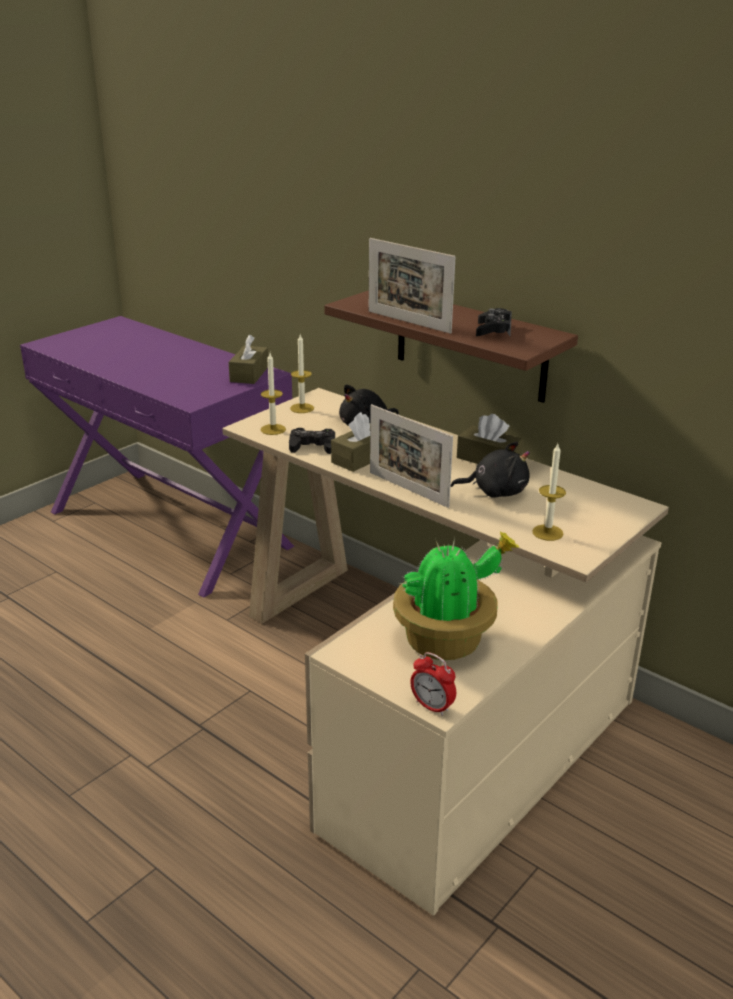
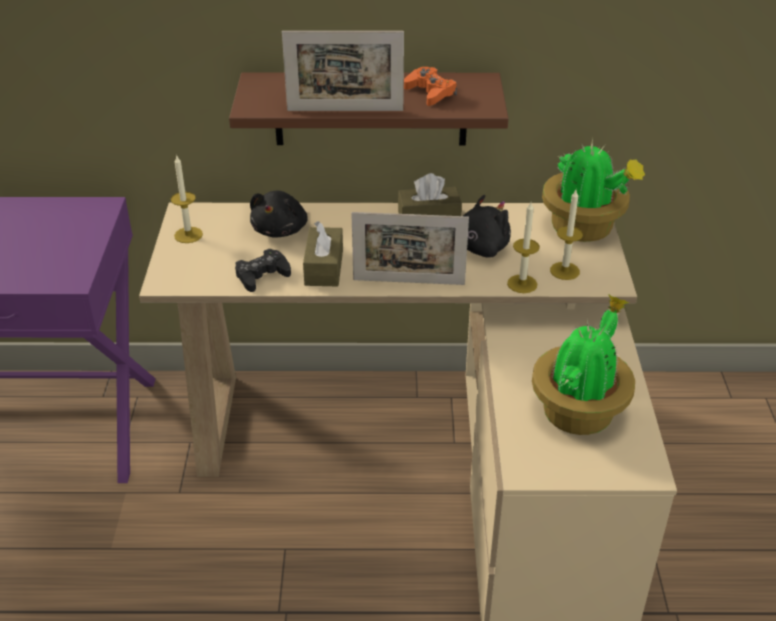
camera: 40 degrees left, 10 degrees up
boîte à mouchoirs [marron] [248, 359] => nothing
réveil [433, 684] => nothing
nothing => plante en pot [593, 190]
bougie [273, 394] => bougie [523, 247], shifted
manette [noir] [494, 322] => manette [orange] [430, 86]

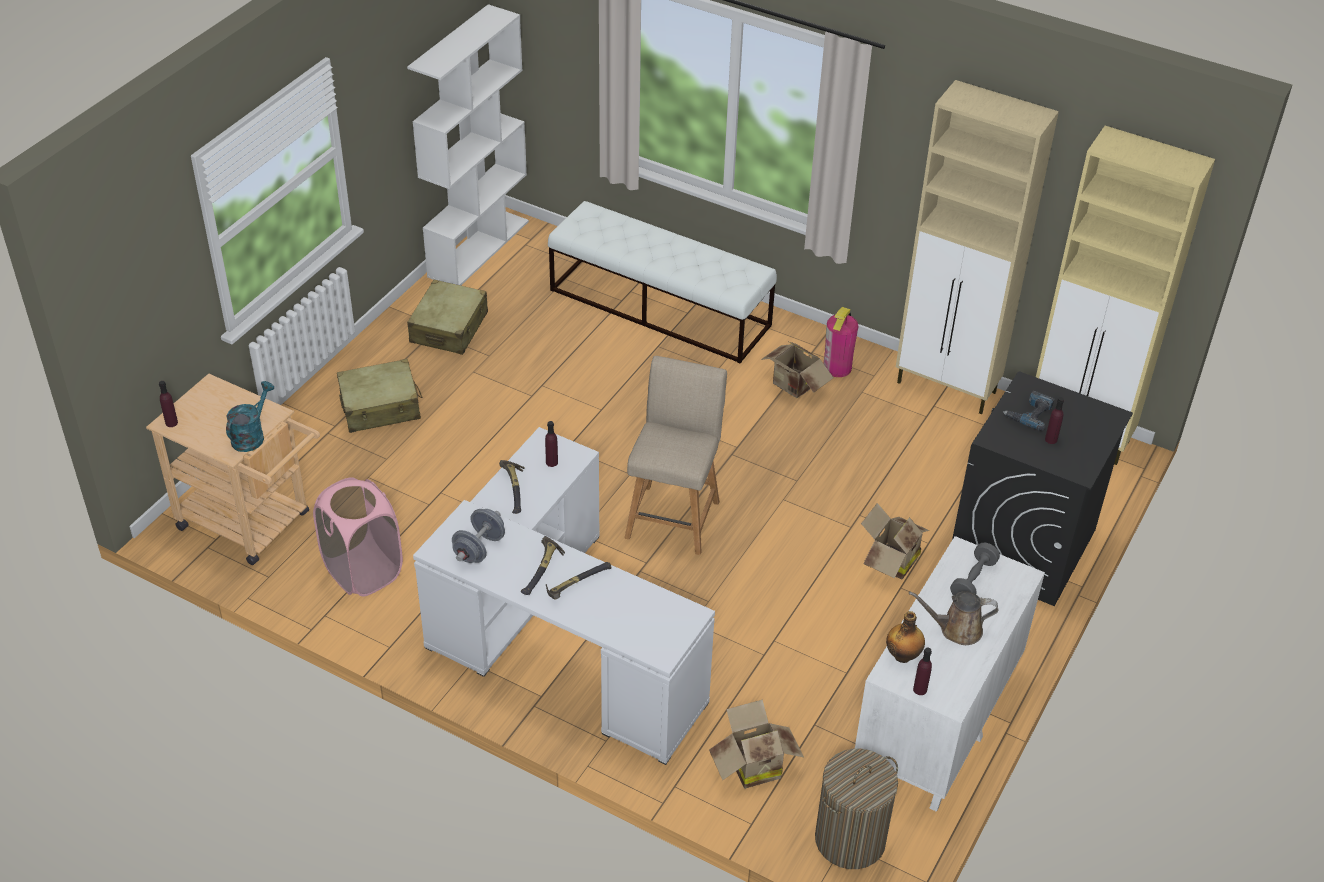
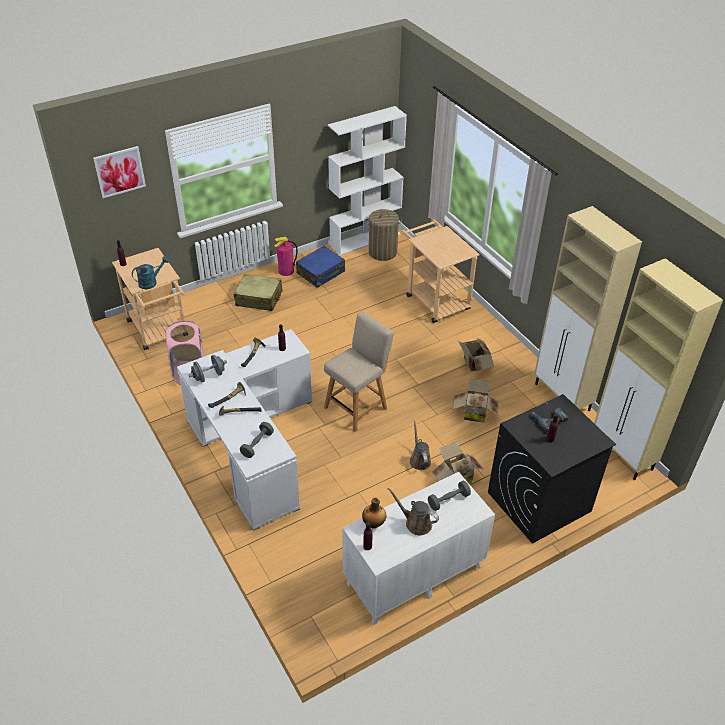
camera: 30 degrees right, 0 degrees up
nothing => tableau [119, 172]
nothing => haltère [gris] [257, 440]
nothing => arrosoir [marron] [420, 445]
carton [756, 744] => carton [476, 401], shifted
panier à linge [856, 809] => panier à linge [384, 235], shifted
extincteur [841, 342] => extincteur [286, 256], shifted
banc [blanc] [662, 282] => chariot [beige] [441, 271]
valise [beige] [447, 317] => valise [bleu] [320, 267]

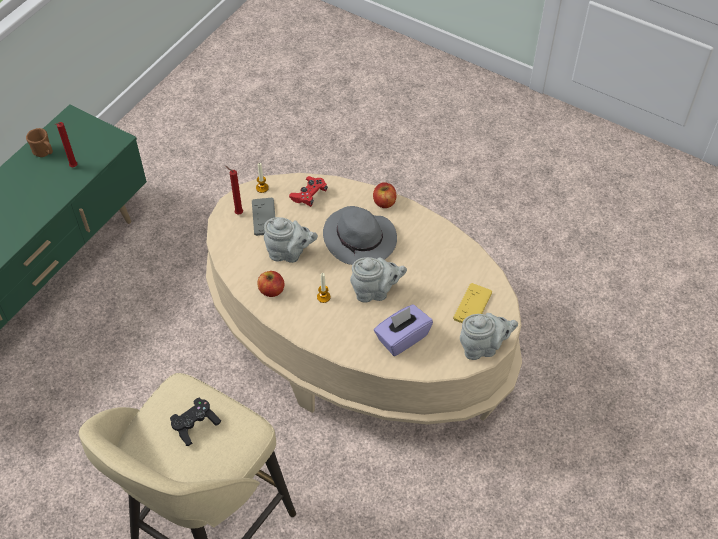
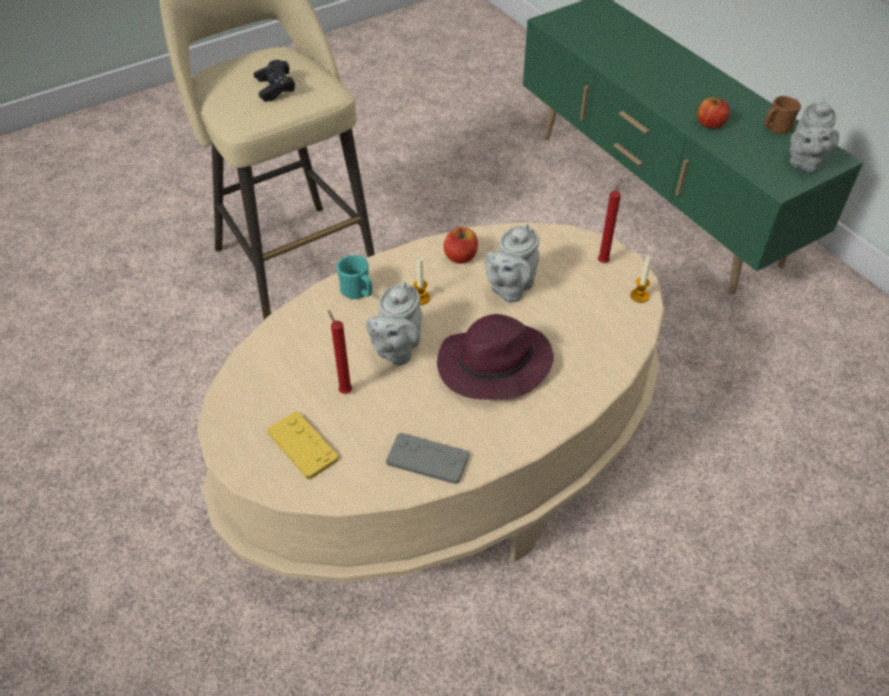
camera: 115 degrees right, 5 degrees down
manette [rouge] [308, 191] => nothing
boîte à mouchoirs [violet] [403, 330] => nothing
nothing => mug [turquoise] [354, 277]
bougie [rouge] [65, 144] => bougie [rouge] [340, 352], shifted
manette [gris] [263, 217] => manette [gris] [427, 458], shifted
pomme [384, 195] => pomme [713, 113], shifted
théière [gris] [489, 336] => théière [gris] [814, 135], shifted
chapeau [gris] [360, 235] => chapeau [violet] [495, 357]

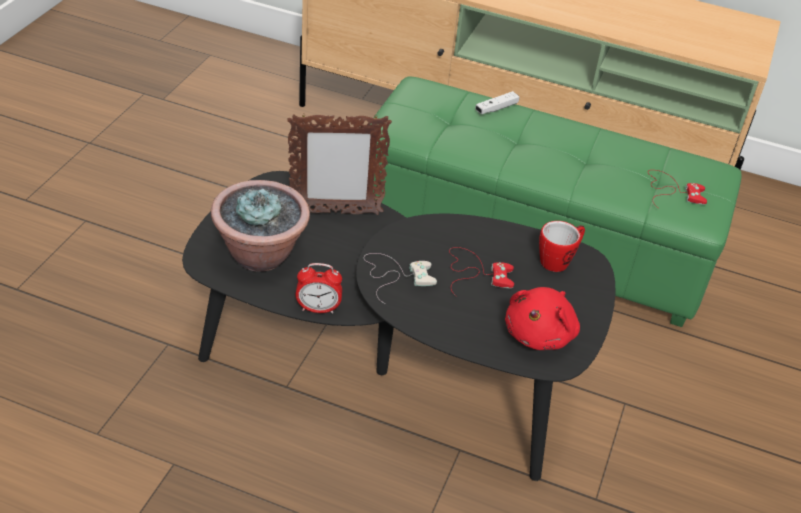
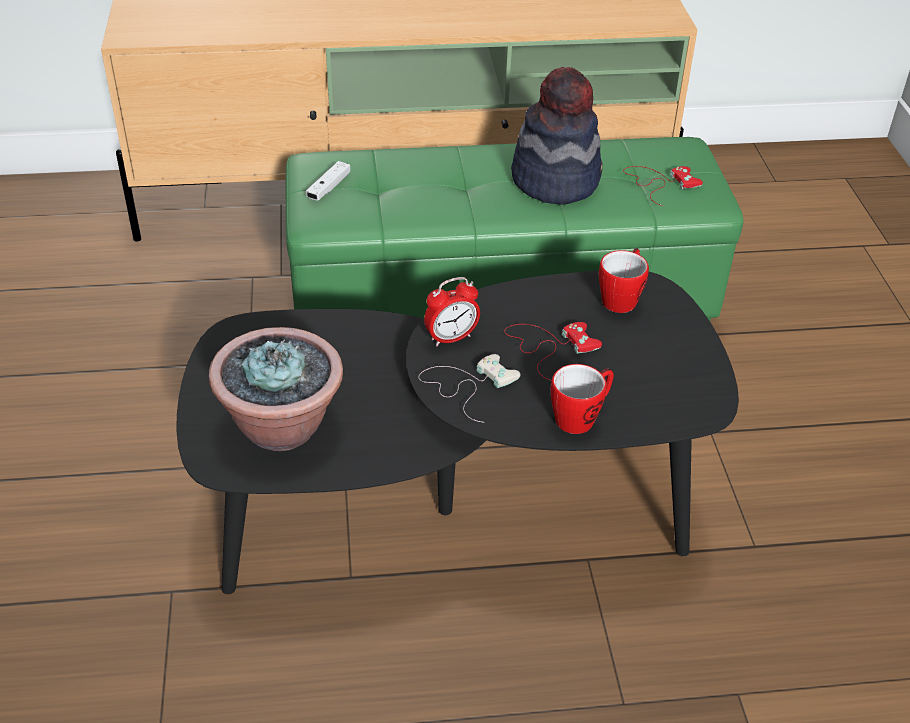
camera: 25 degrees left, 0 degrees up
cadre photo [339, 164] => nothing
peluche [rouge] [542, 318] => nothing
nothing => chapeau [557, 136]
nothing => mug [582, 399]
réveil [319, 288] => réveil [452, 311], shifted
manette [blanc] [497, 102] => manette [blanc] [328, 181], shifted

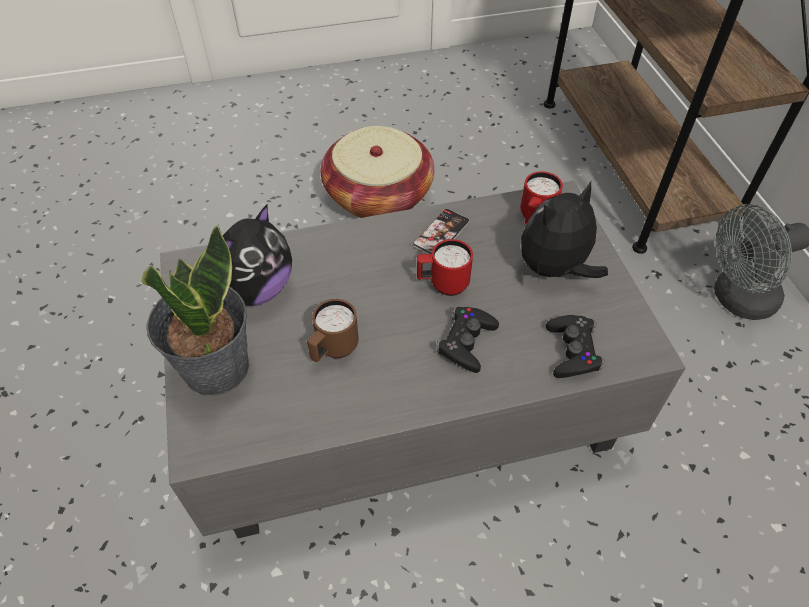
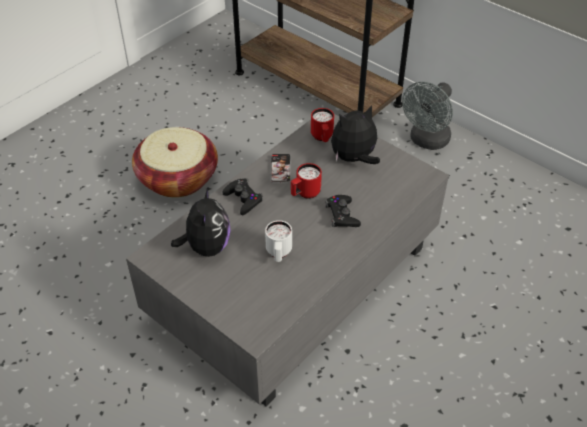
camera: 35 degrees left, 5 degrees down
plante en pot [195, 310] => nothing
manette [noir] [575, 346] => manette [noir] [242, 196], shifted
mug [marron] [333, 330] => mug [blanc] [278, 241]
peluche [564, 229] => peluche [355, 134], 45 degrees clockwise

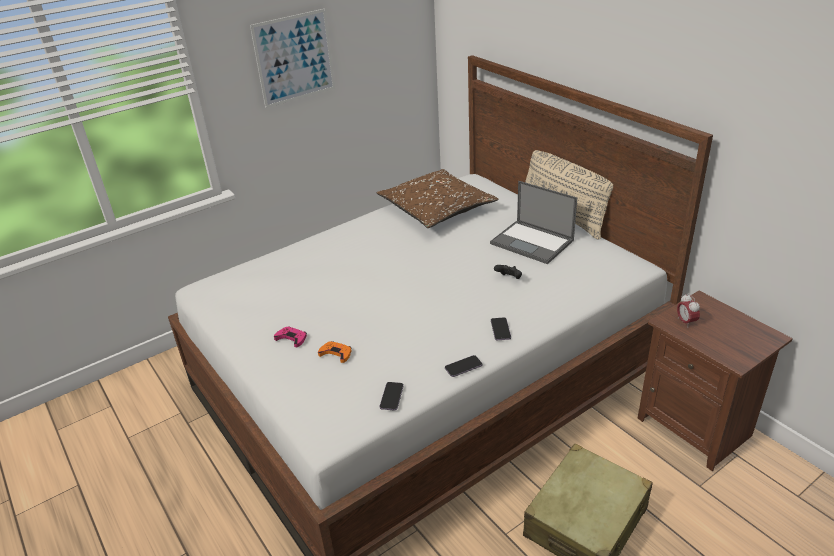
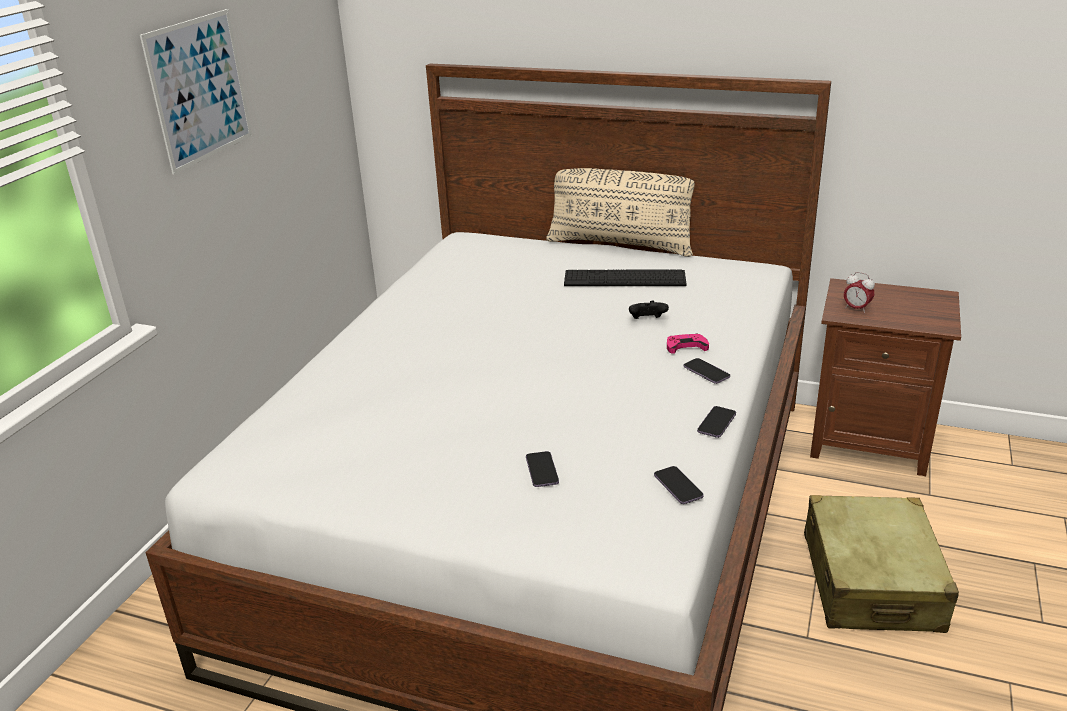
camera: 35 degrees left, 5 degrees down
coussin [marron] [438, 198] => nothing
manette [rose] [290, 337] => manette [rose] [688, 344], shifted
manette [orange] [335, 352] => téléphone [542, 469]
ordinateur portable [534, 222] => clavier [625, 277]

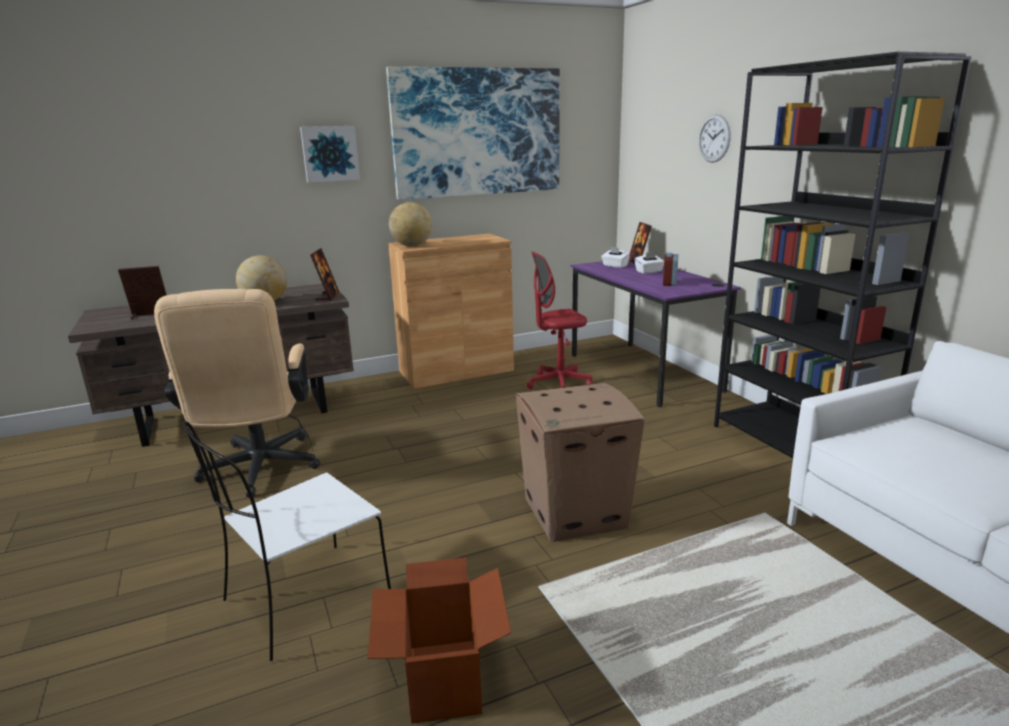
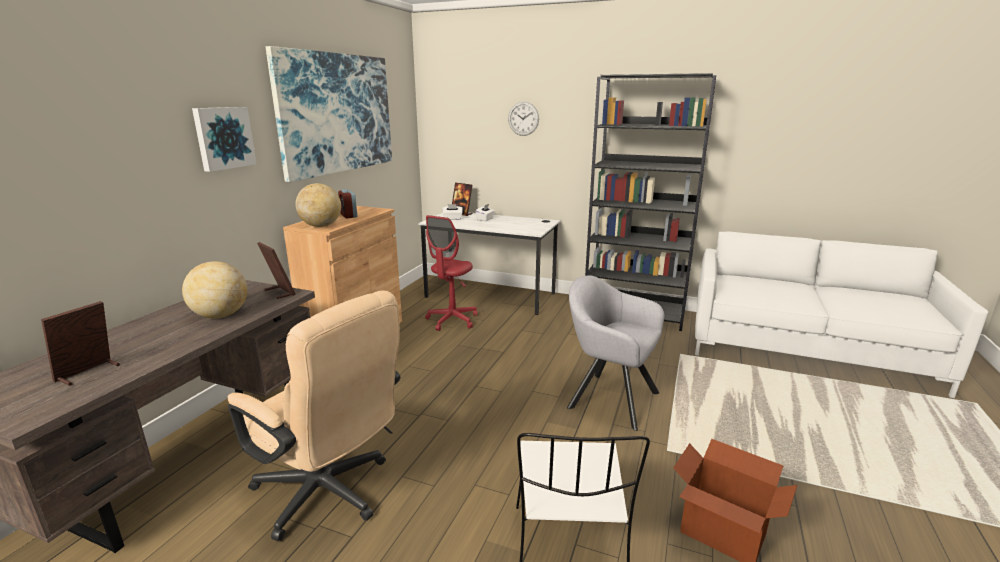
camera: 45 degrees left, 0 degrees up
réveil [670, 269] => réveil [347, 203], shifted
carton [580, 462] => fauteuil [gris] [615, 353]
bureau [violet] [655, 334] => bureau [blanc] [489, 263]

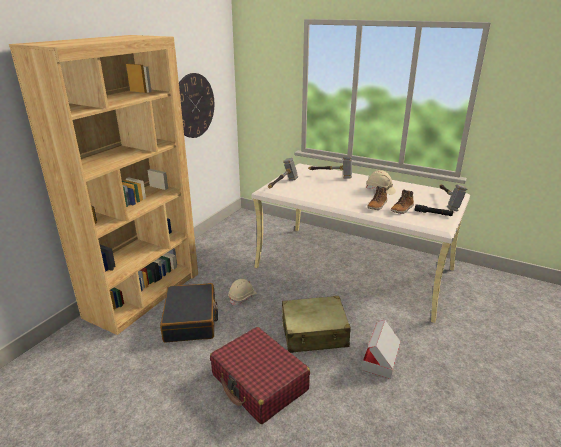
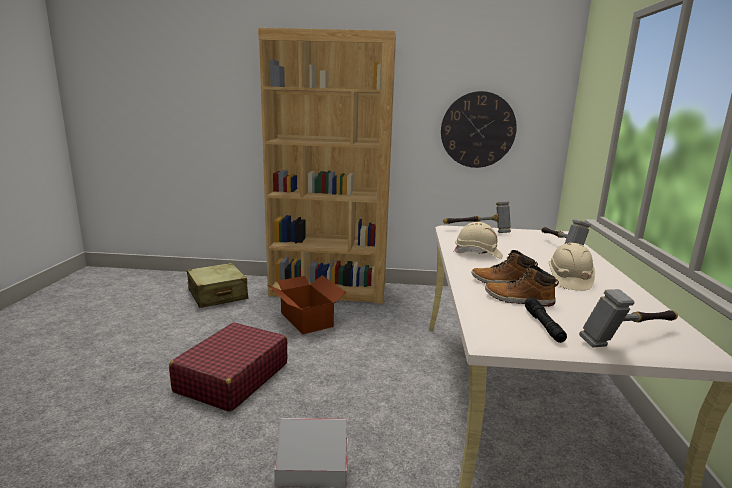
camera: 65 degrees right, 10 degrees down
casque de chantier [beige] [242, 292] => casque de chantier [beige] [478, 240], shifted
valise [beige] [316, 324] => valise [beige] [217, 285], shifted
valise [noir] [189, 312] => carton [307, 305]

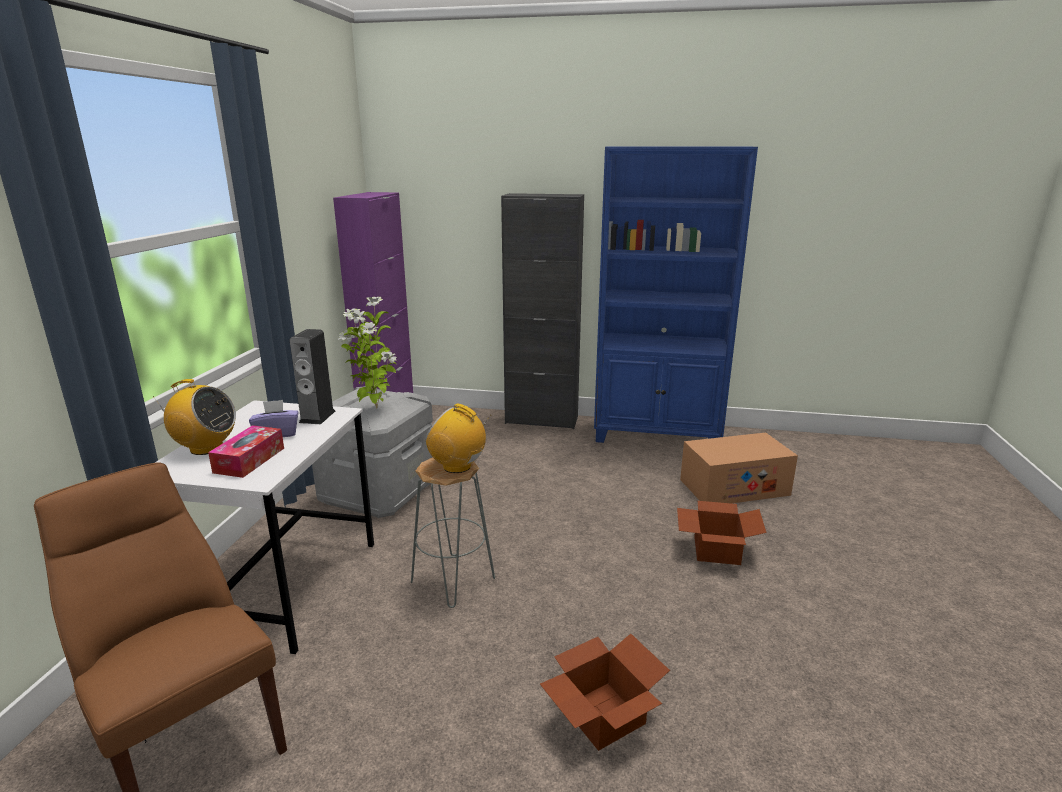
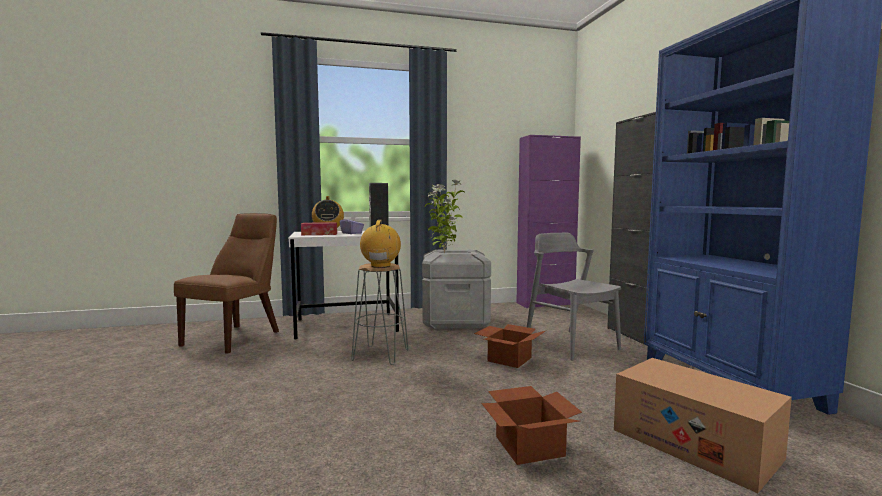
camera: 65 degrees right, 15 degrees down
nothing => chaise [gris] [574, 297]
carton [605, 692] => carton [509, 346], shifted

